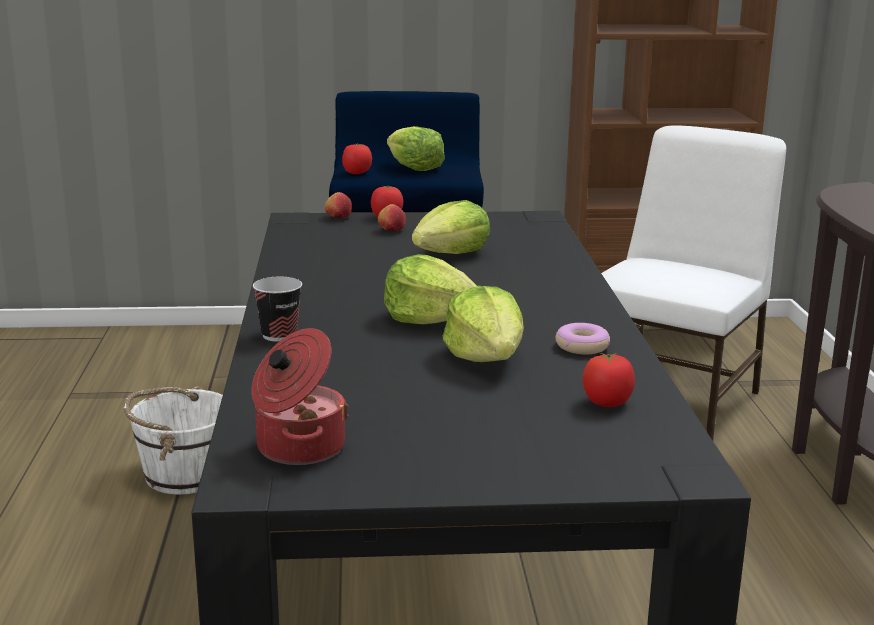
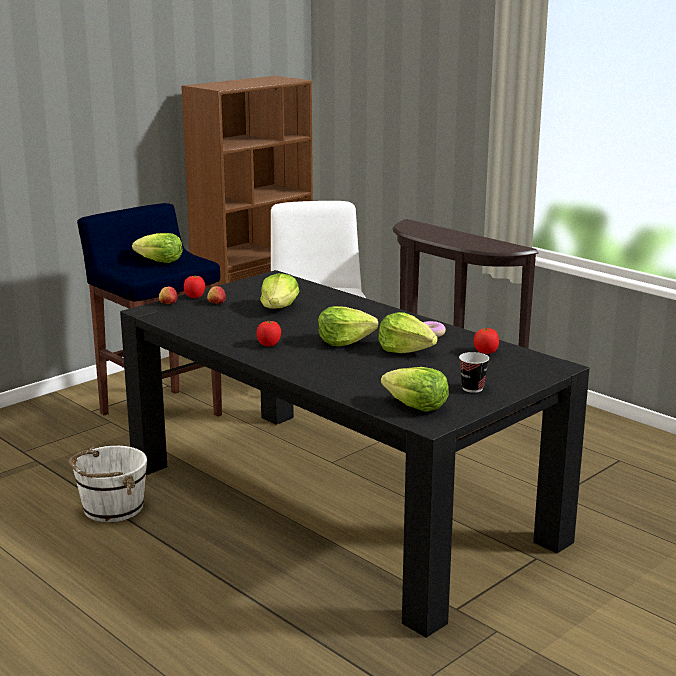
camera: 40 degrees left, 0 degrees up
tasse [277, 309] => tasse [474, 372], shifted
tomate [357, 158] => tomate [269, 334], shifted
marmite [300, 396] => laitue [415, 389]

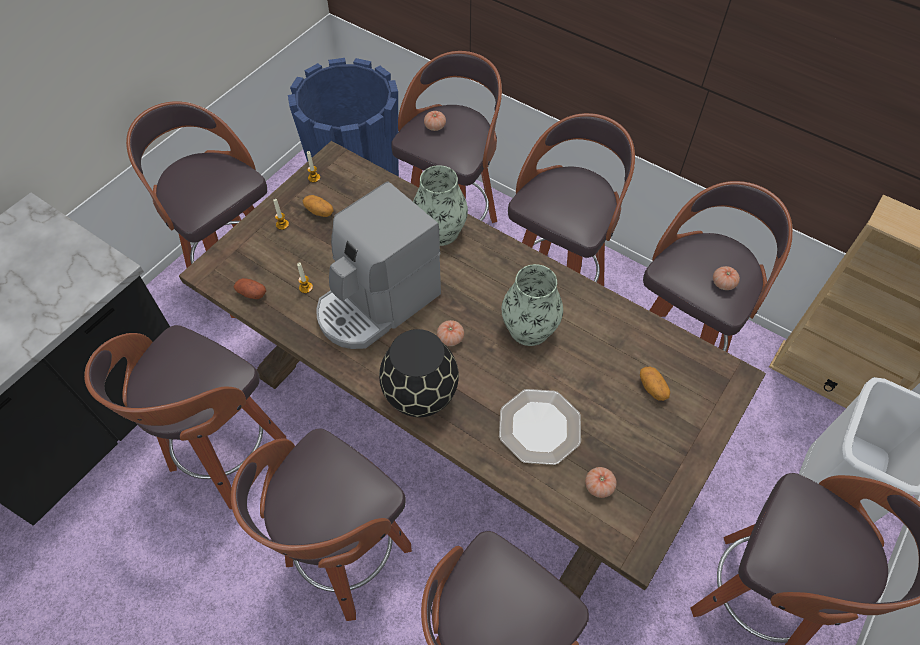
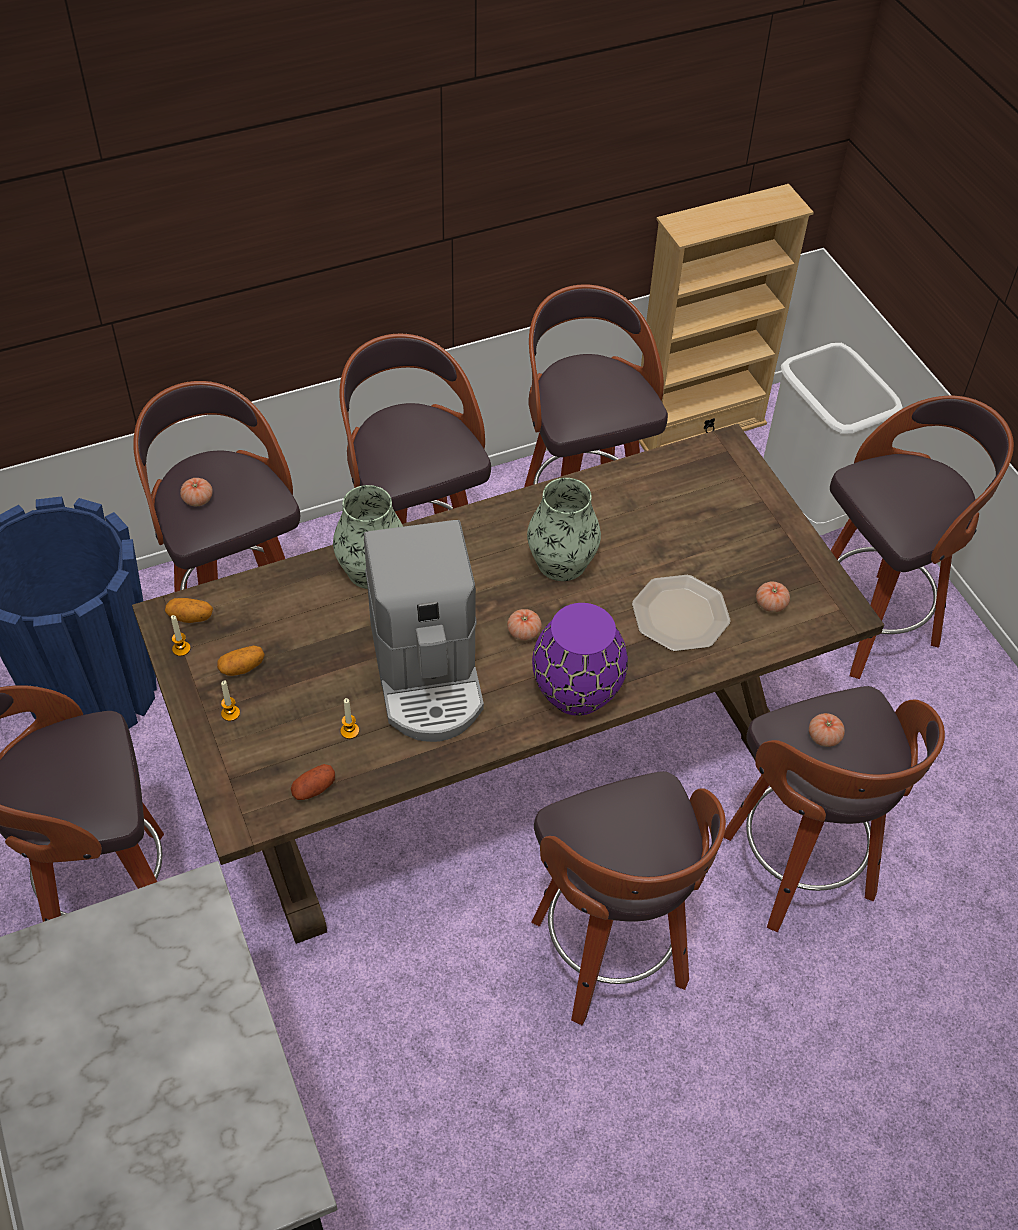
camera: 60 degrees left, 5 degrees down
tabouret [185, 417] => nothing
pomme de terre [655, 384] => pomme de terre [189, 610], shifted
tomate [726, 278] => tomate [827, 730], shifted
vase [noir] [419, 373] => vase [violet] [580, 659]

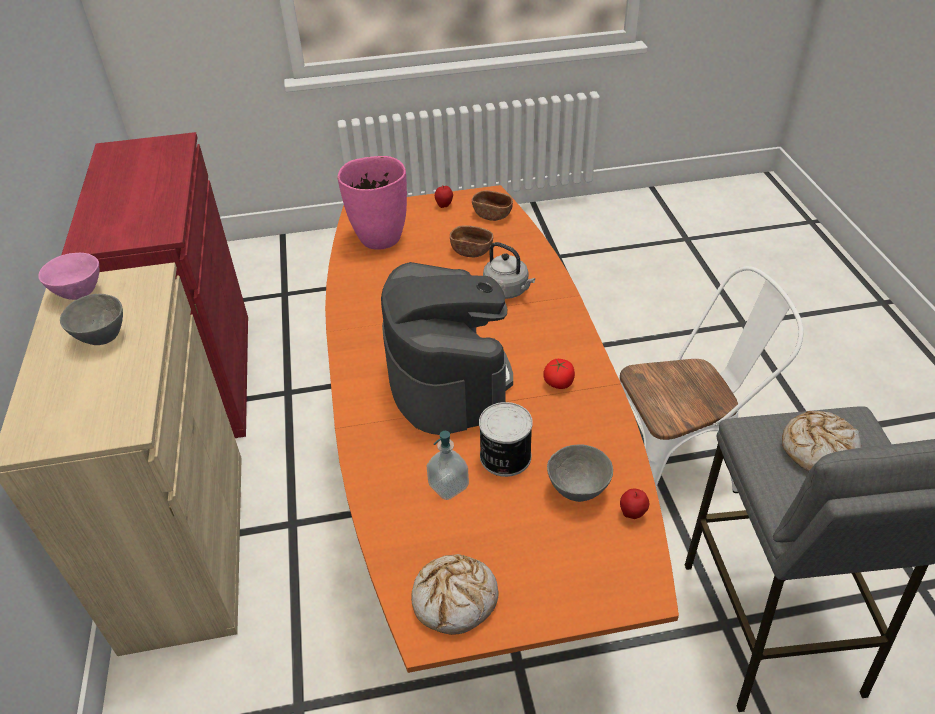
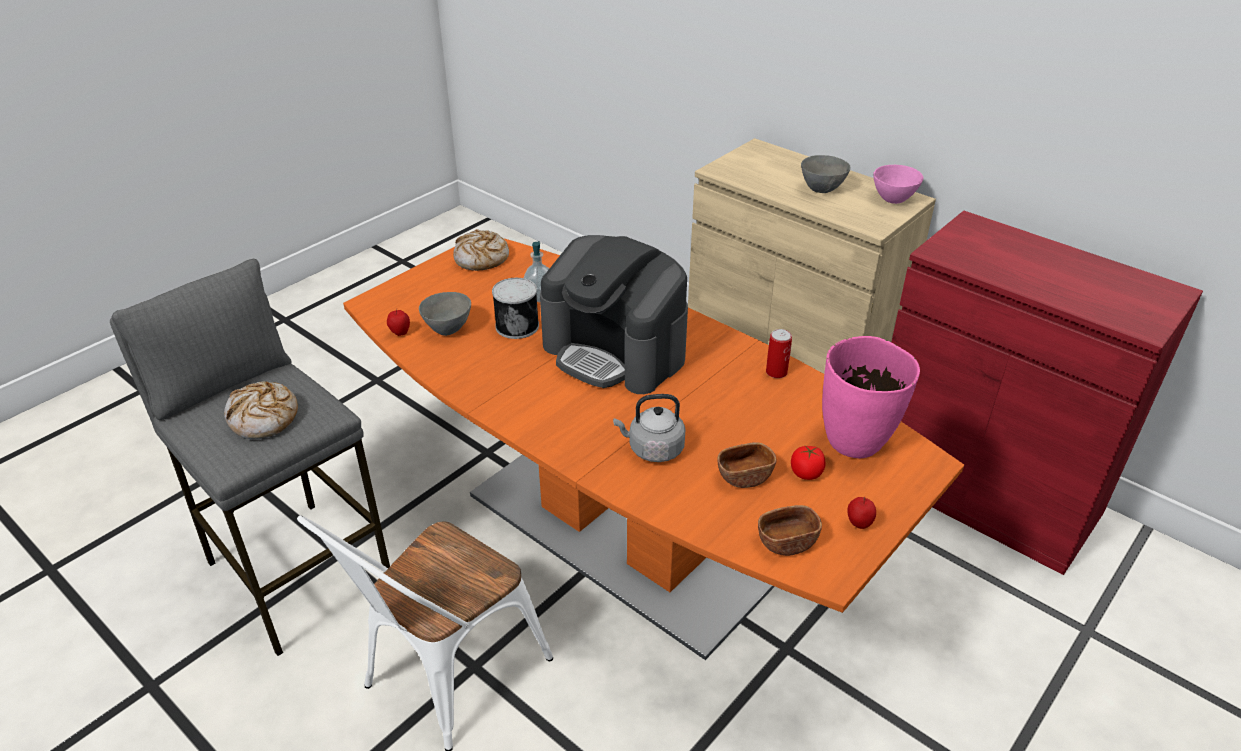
camera: 140 degrees right, 5 degrees down
nothing => boîte métallique [779, 353]
tomate [559, 374] => tomate [808, 463], shifted

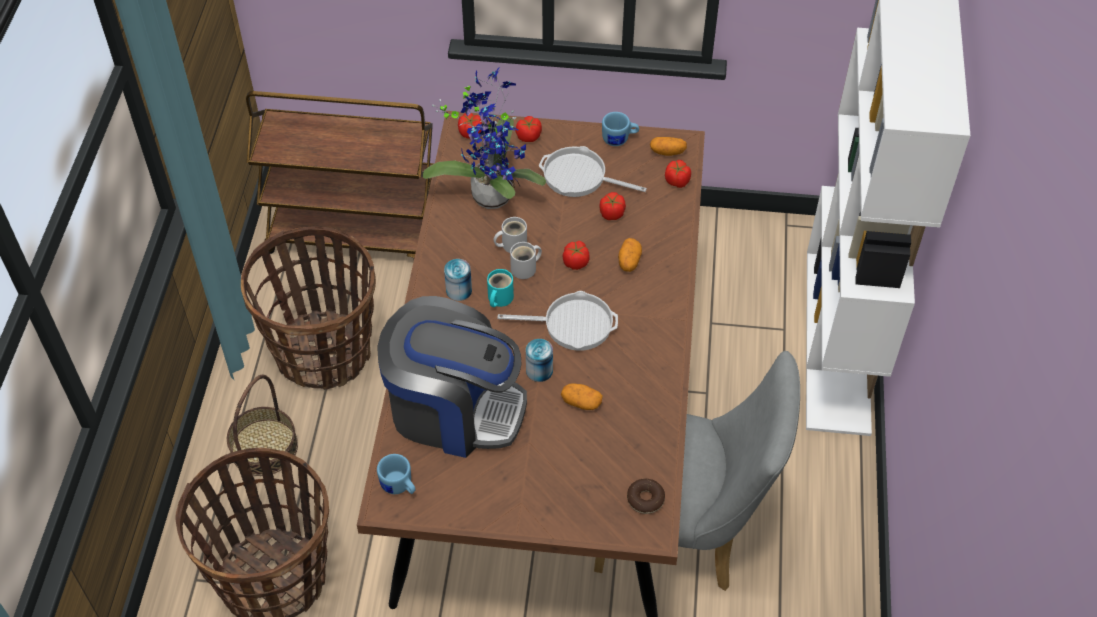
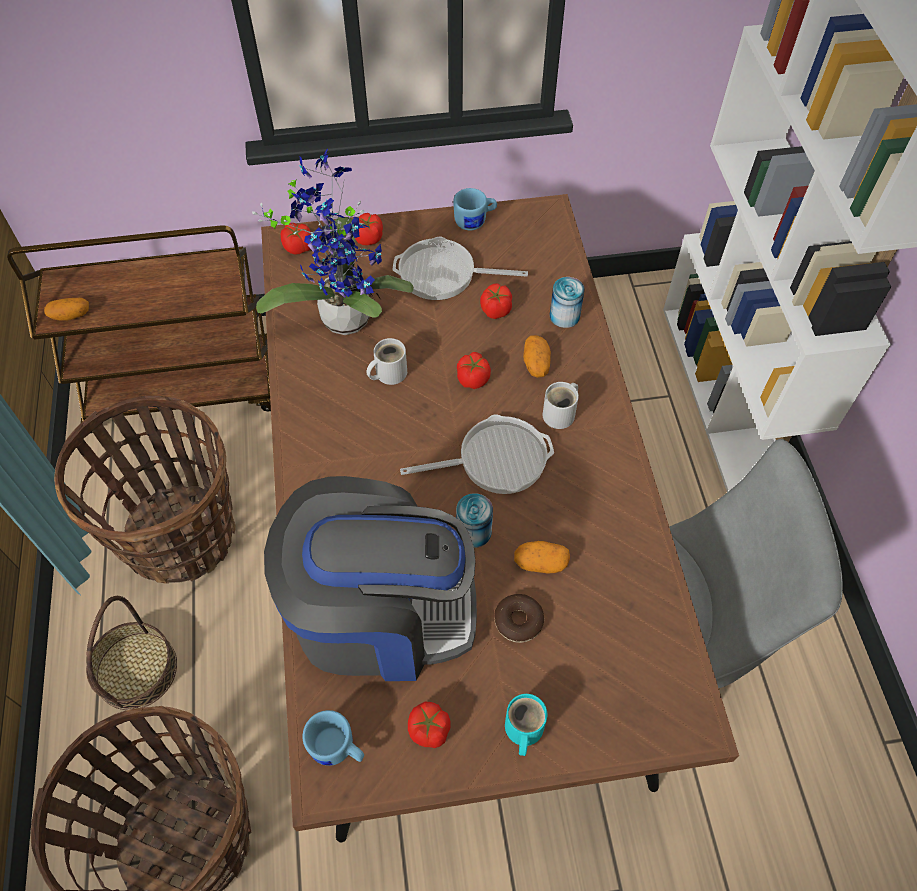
camera: 15 degrees left, 5 degrees up
boîte métallique [458, 280] => boîte métallique [567, 302], shifted
mug [turquoise] [500, 288] => mug [turquoise] [526, 725], shifted
mug [blanc] [526, 260] => mug [blanc] [561, 405], shifted
beignet [646, 496] => beignet [519, 618], shifted
pomme de terre [668, 146] => pomme de terre [66, 309], shifted
tomate [678, 174] => tomate [429, 725], shifted

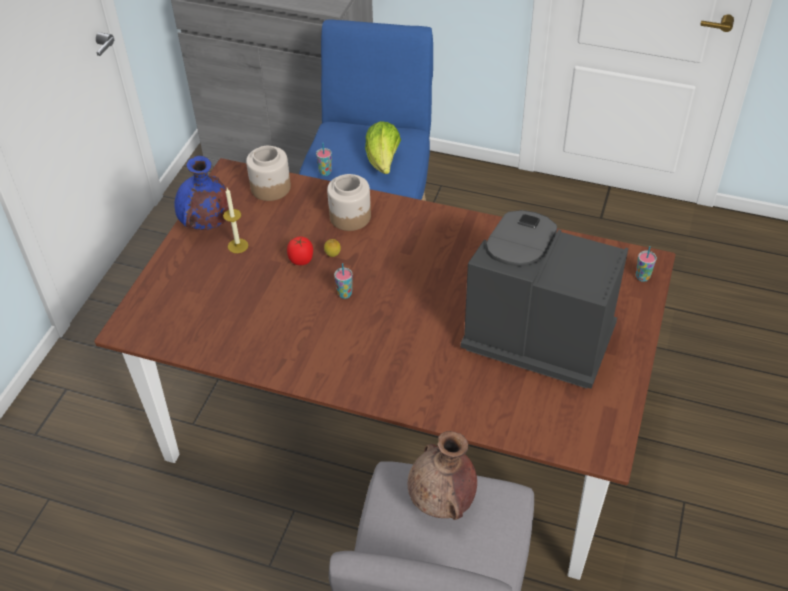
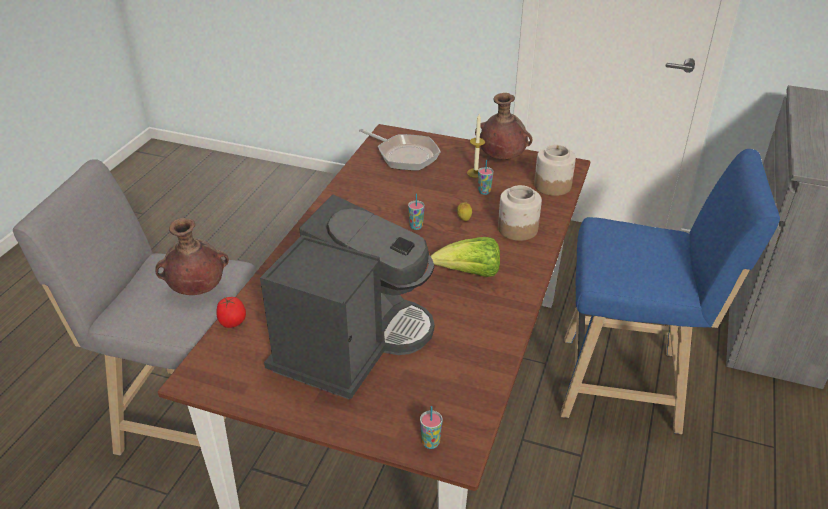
camera: 90 degrees right, 10 degrees down
nothing => poêle [400, 150]
tomate [300, 250] => tomate [231, 312], shifted
tasse [324, 159] => tasse [486, 177], shifted
laitue [383, 147] => laitue [465, 257], shifted
vase [bleu] [201, 193] => vase [marron] [504, 126]

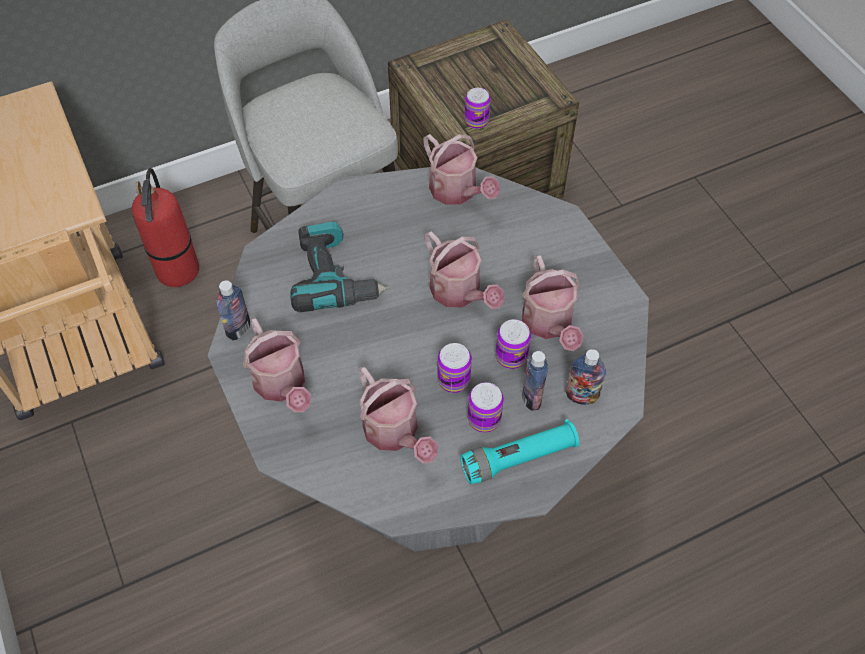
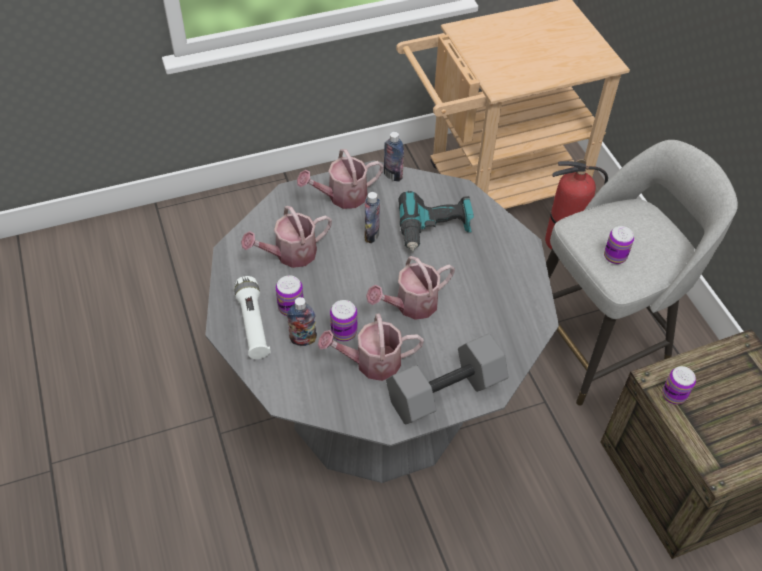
camera: 95 degrees right, 5 degrees down
arrosoir [461, 169] => nothing
nothing => haltère [gris] [447, 379]
boîte métallique [454, 368] => boîte métallique [619, 245], shifted
bouteille [586, 377] => bouteille [372, 217], shifted
lampe de poche [turquoise] [519, 451] => lampe de poche [blanc] [252, 317]

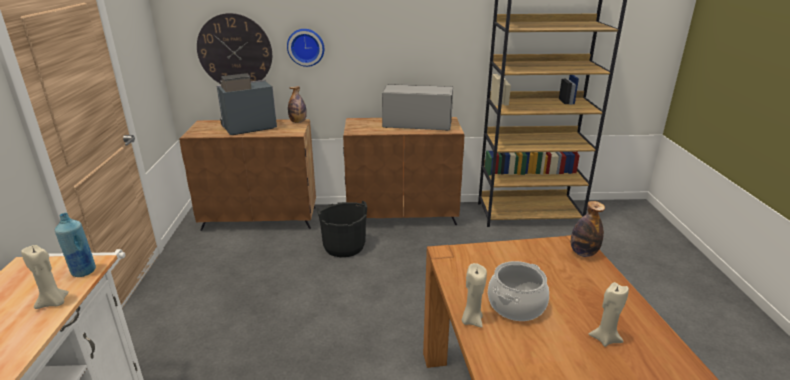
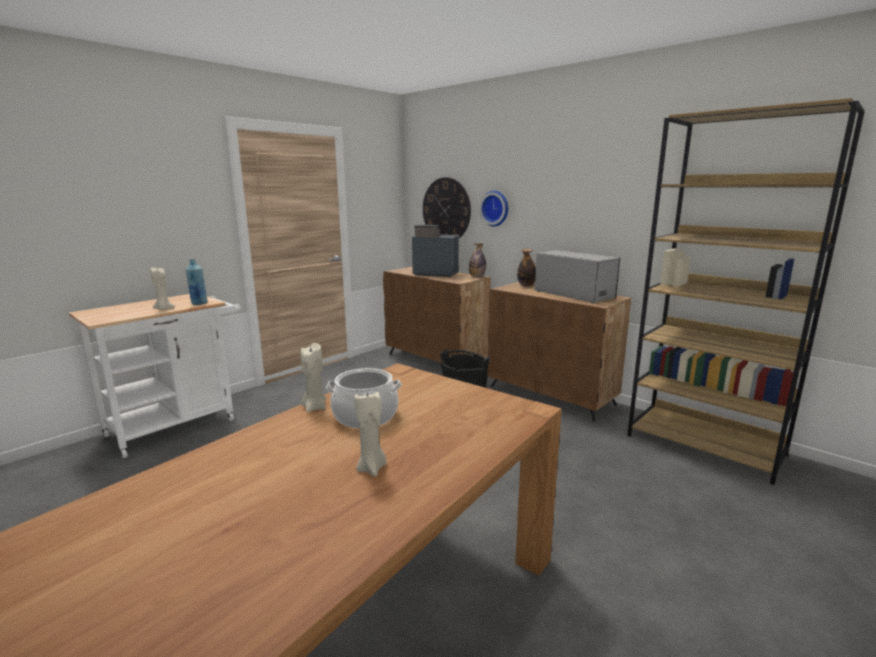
camera: 45 degrees right, 10 degrees down
bouteille [588, 229] => bouteille [526, 267], shifted

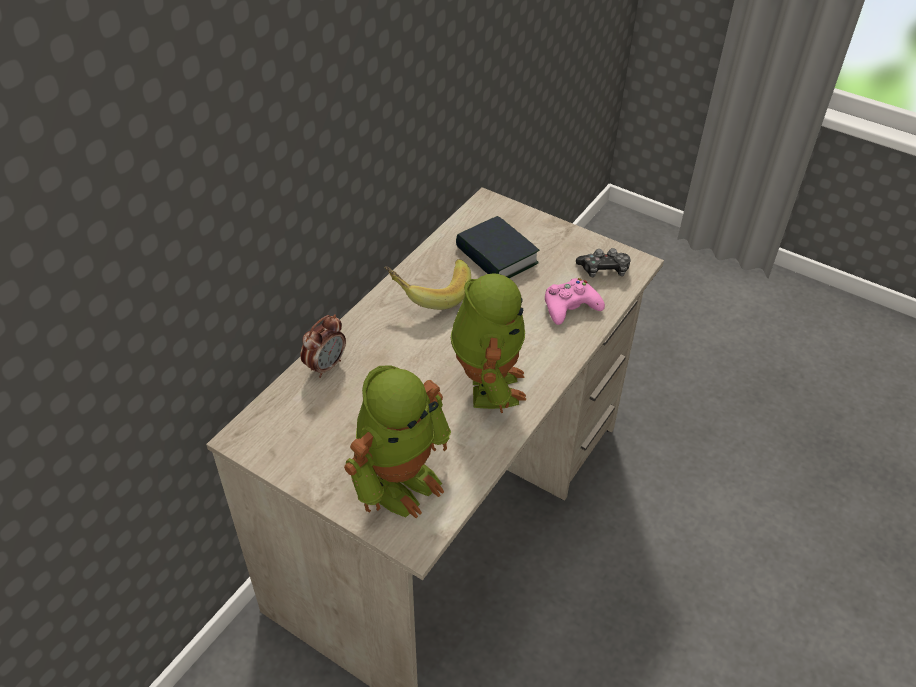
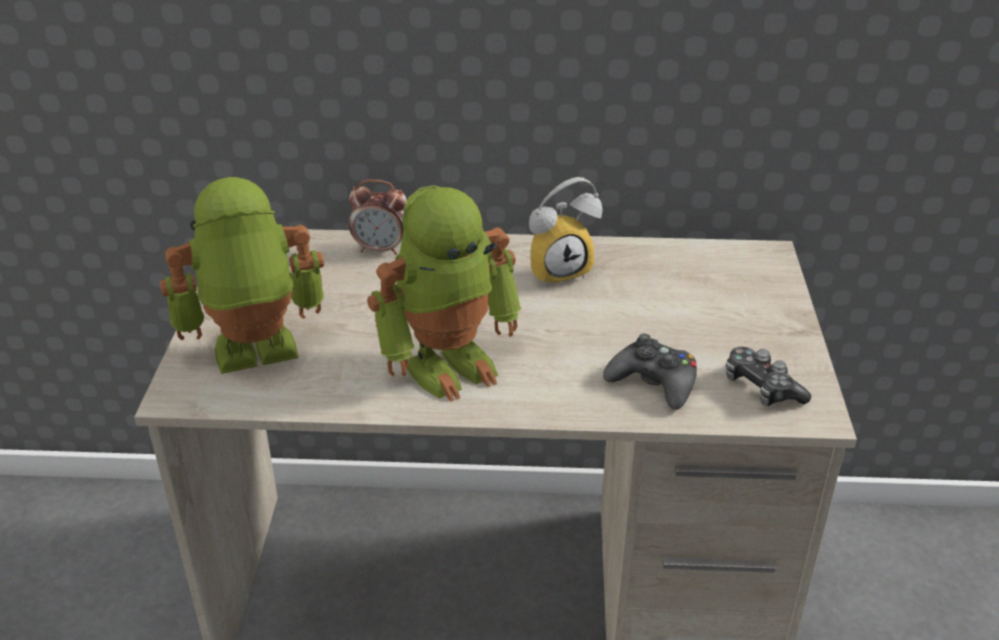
camera: 60 degrees right, 10 degrees down
livre [497, 247] => nothing
banane [427, 284] => réveil [566, 232]
manette [rose] [575, 301] => manette [noir] [650, 372]
robot jouet [397, 441] => robot jouet [242, 275], 150 degrees clockwise

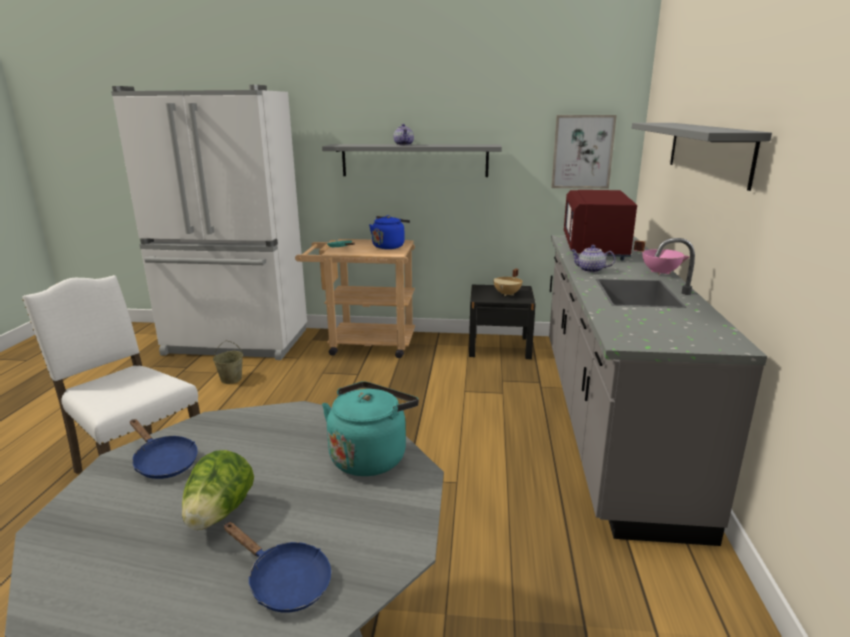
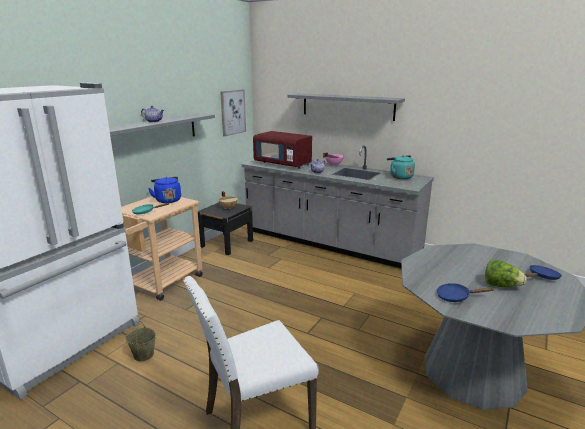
camera: 65 degrees left, 0 degrees up
bouilloire [turquoise] [370, 428] => bouilloire [turquoise] [401, 167], shifted
poêle [bleu] [164, 449] => poêle [bleu] [465, 292], 150 degrees counterclockwise

